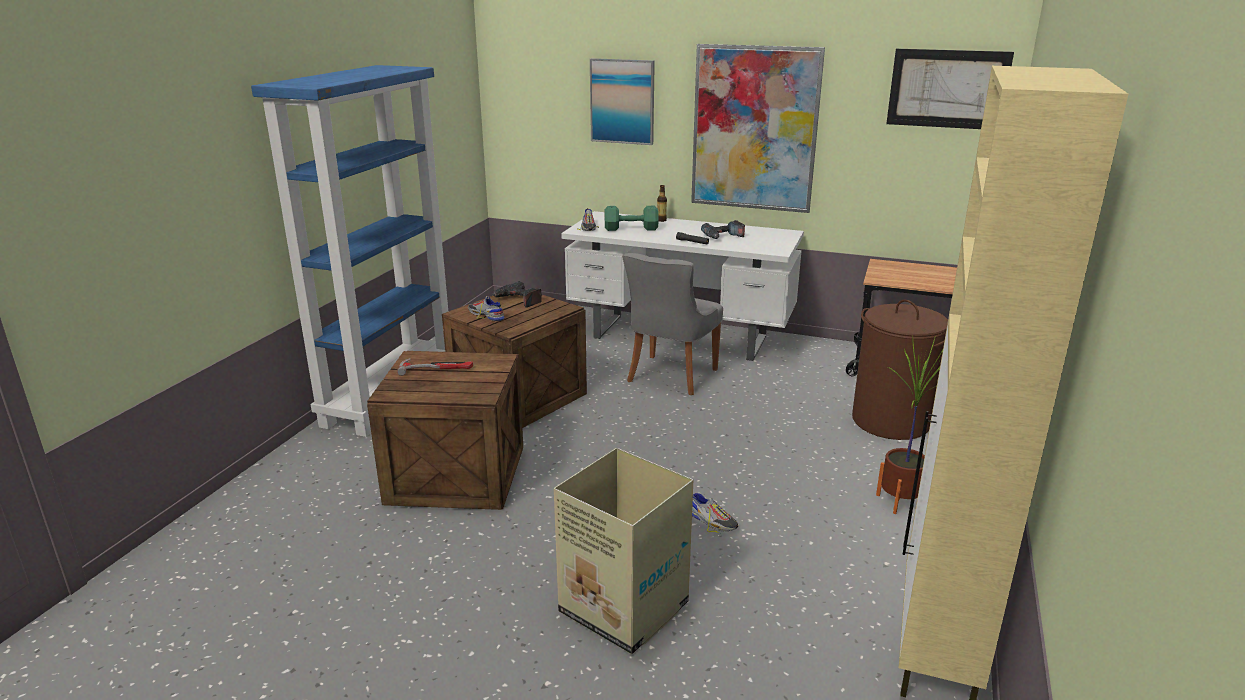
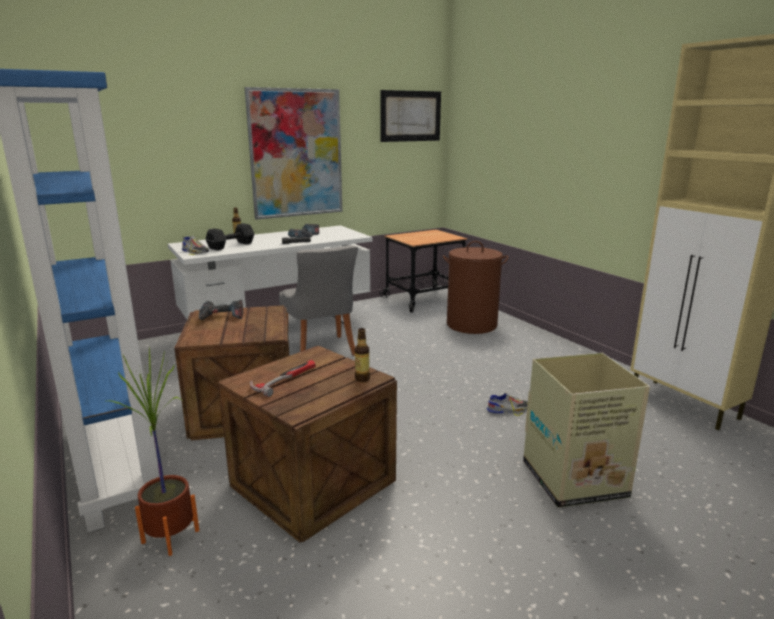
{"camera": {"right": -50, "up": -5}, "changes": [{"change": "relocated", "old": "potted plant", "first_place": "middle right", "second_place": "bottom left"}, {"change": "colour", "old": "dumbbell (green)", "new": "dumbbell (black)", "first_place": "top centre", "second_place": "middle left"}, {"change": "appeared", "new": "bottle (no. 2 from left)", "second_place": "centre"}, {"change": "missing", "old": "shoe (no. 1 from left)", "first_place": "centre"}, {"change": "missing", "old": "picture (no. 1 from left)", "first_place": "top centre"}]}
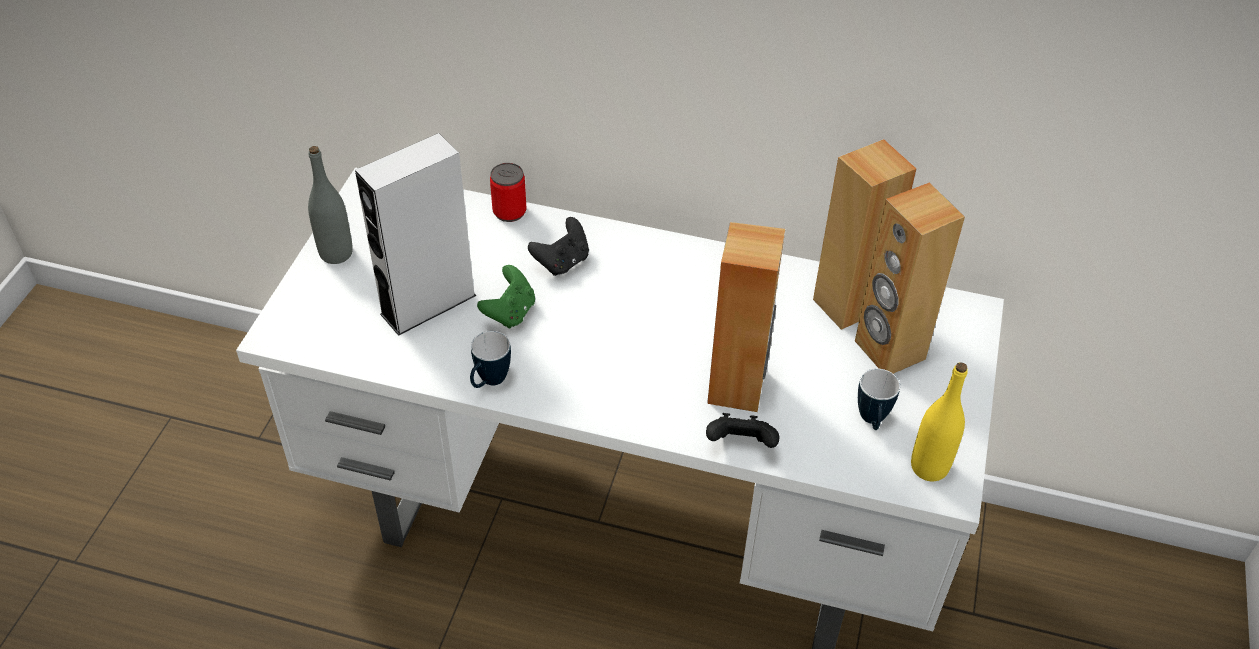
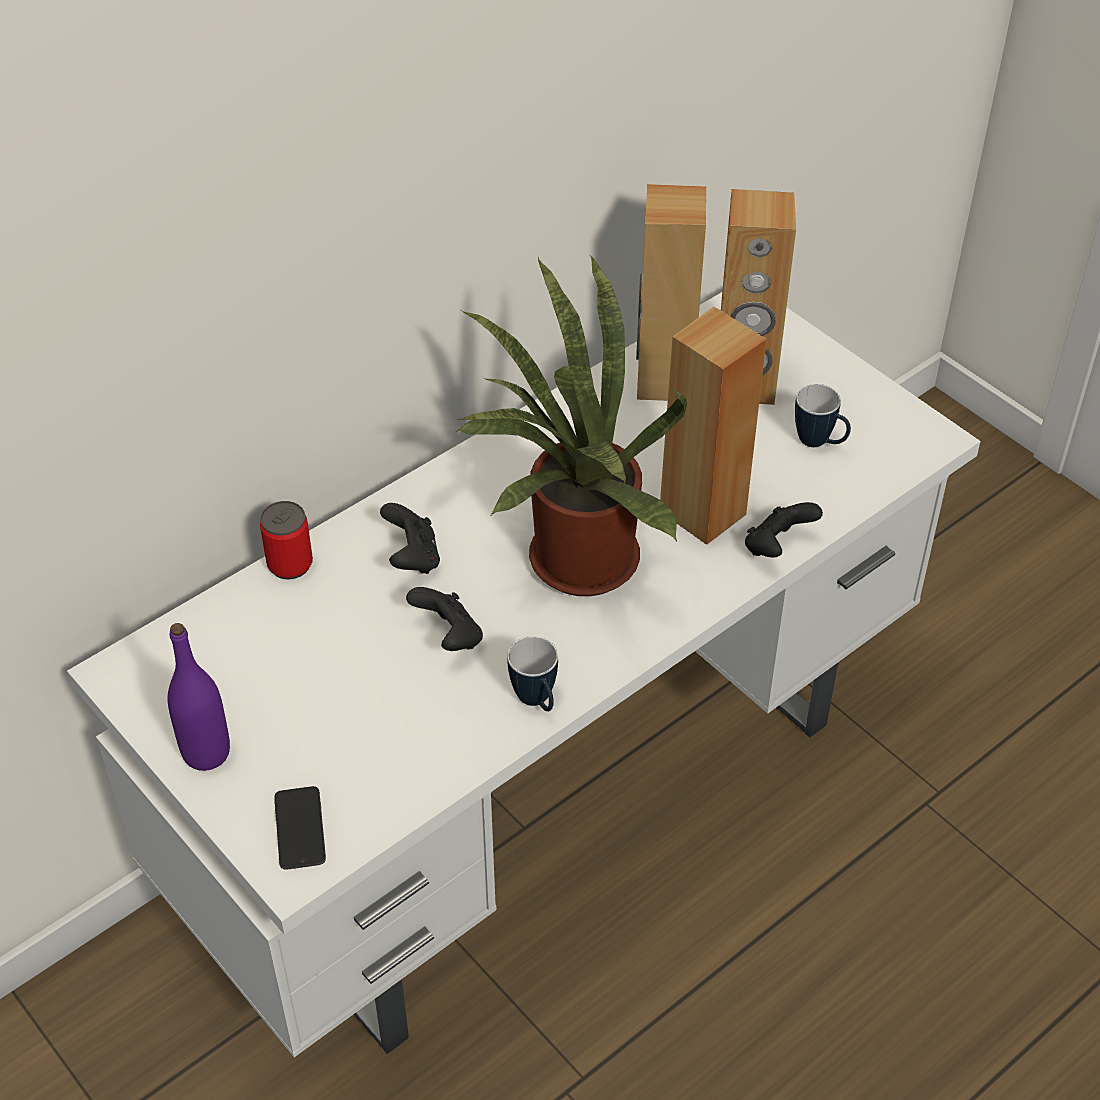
{"camera": {"right": -55, "up": 0}, "changes": [{"change": "colour", "old": "bottle (grey)", "new": "bottle (purple)", "first_place": "top left", "second_place": "middle left"}, {"change": "appeared", "new": "phone", "second_place": "bottom left"}, {"change": "colour", "old": "game controller (green)", "new": "game controller (black) (no. 2 from left)", "first_place": "centre", "second_place": "centre"}, {"change": "appeared", "new": "potted plant", "second_place": "centre"}, {"change": "missing", "old": "speaker (grey)", "first_place": "middle left"}, {"change": "missing", "old": "bottle (yellow)", "first_place": "middle right"}]}
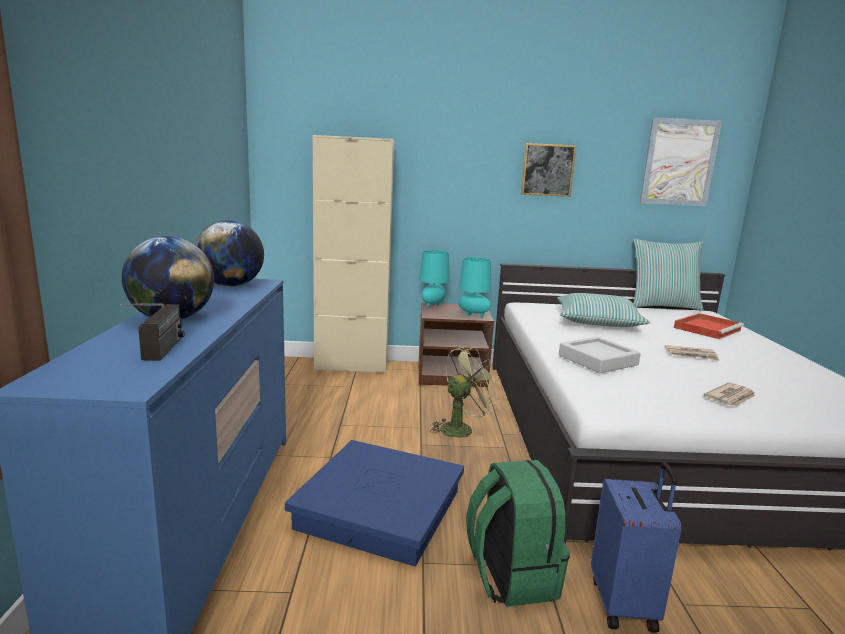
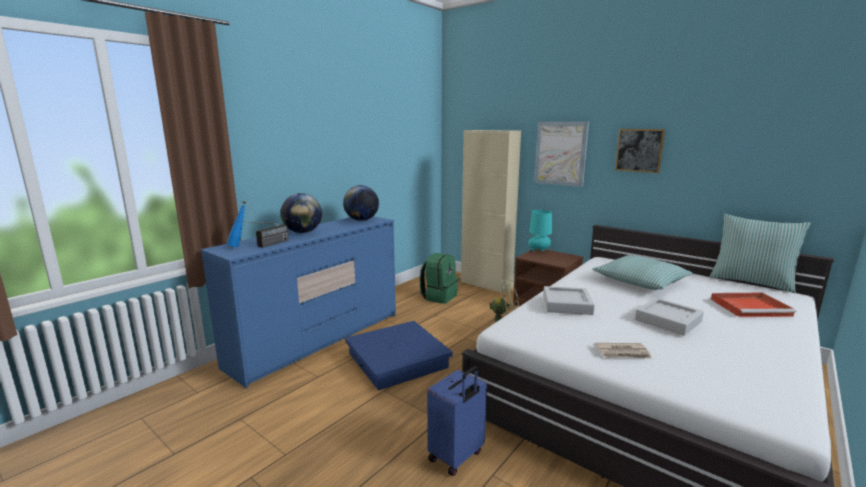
{"camera": {"right": 40, "up": 0}, "changes": [{"change": "appeared", "new": "bottle (blue)", "second_place": "middle left"}, {"change": "relocated", "old": "backpack (green)", "first_place": "bottom centre", "second_place": "centre"}, {"change": "relocated", "old": "picture (no. 2 from left in the first image)", "new": "picture (no. 1 from left)", "first_place": "top right", "second_place": "top centre"}, {"change": "exchanged", "old": "newspaper (no. 1 from left)", "new": "tray (grey) (no. 2 from left)", "first_place": "middle right", "second_place": "middle right"}, {"change": "missing", "old": "table lamp (turquoise) (no. 2 from left)", "first_place": "centre"}]}
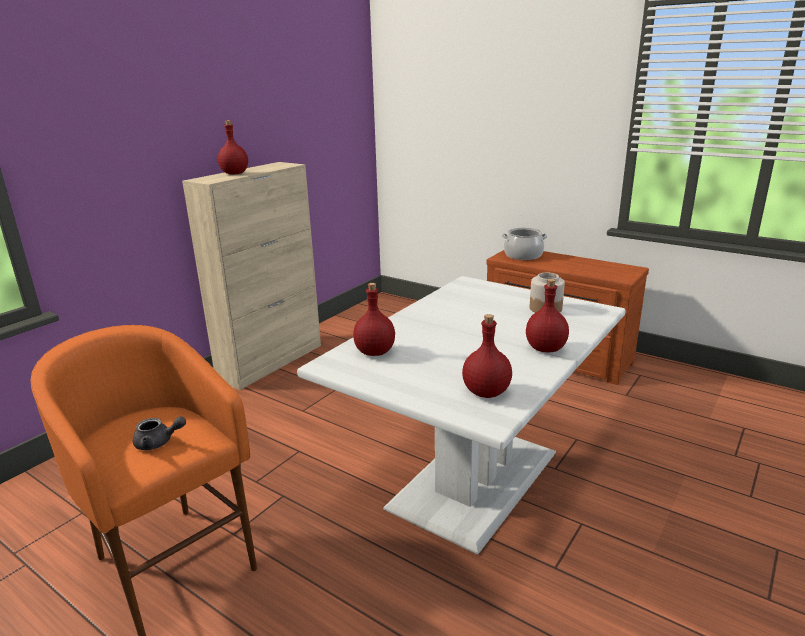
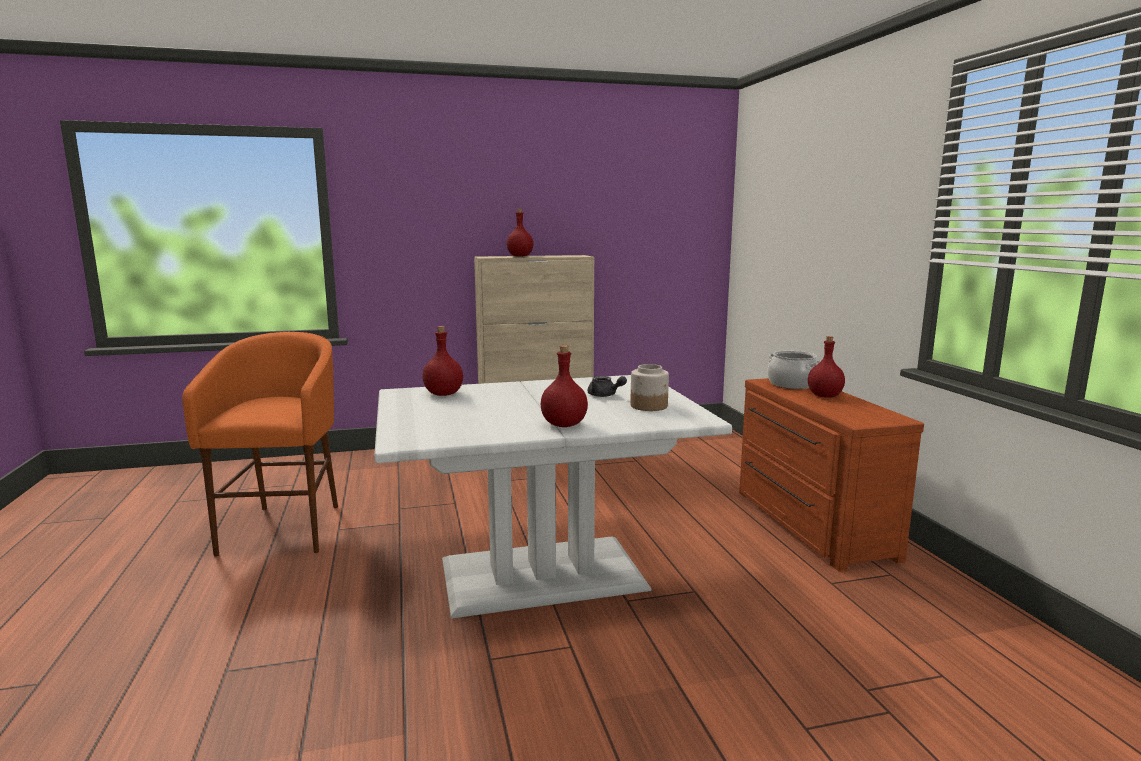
{"camera": {"right": 40, "up": -10}, "changes": [{"change": "relocated", "old": "teapot (grey)", "first_place": "bottom left", "second_place": "centre"}, {"change": "relocated", "old": "bottle (red) (no. 3 from left in the first image)", "new": "bottle (red) (no. 4 from left)", "first_place": "centre", "second_place": "middle right"}]}
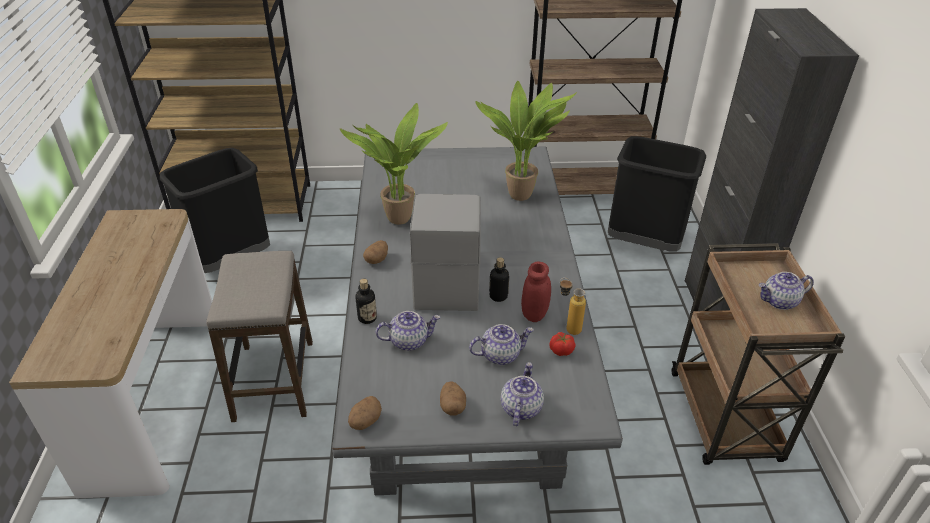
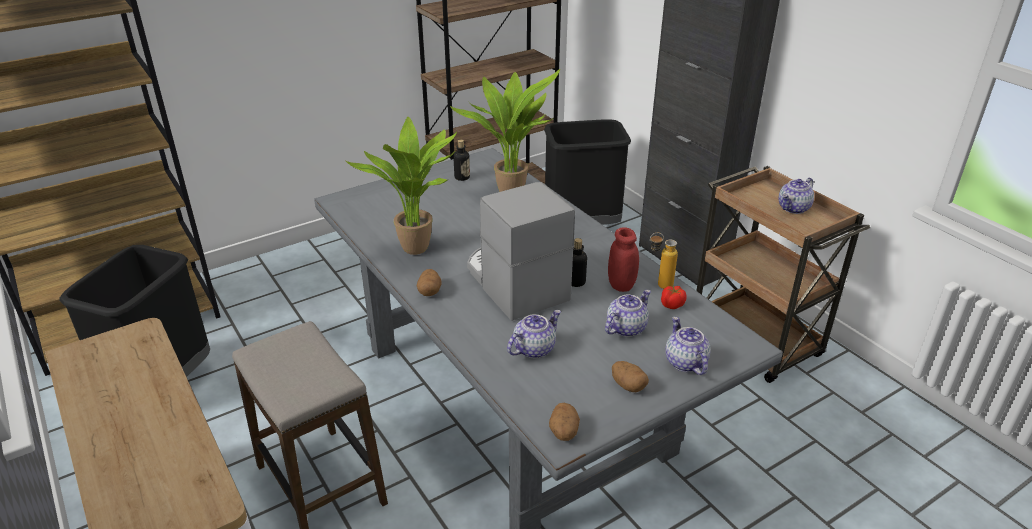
{"camera": {"right": -30, "up": -5}, "changes": [{"change": "relocated", "old": "bottle (no. 1 from left)", "first_place": "centre", "second_place": "top centre"}]}
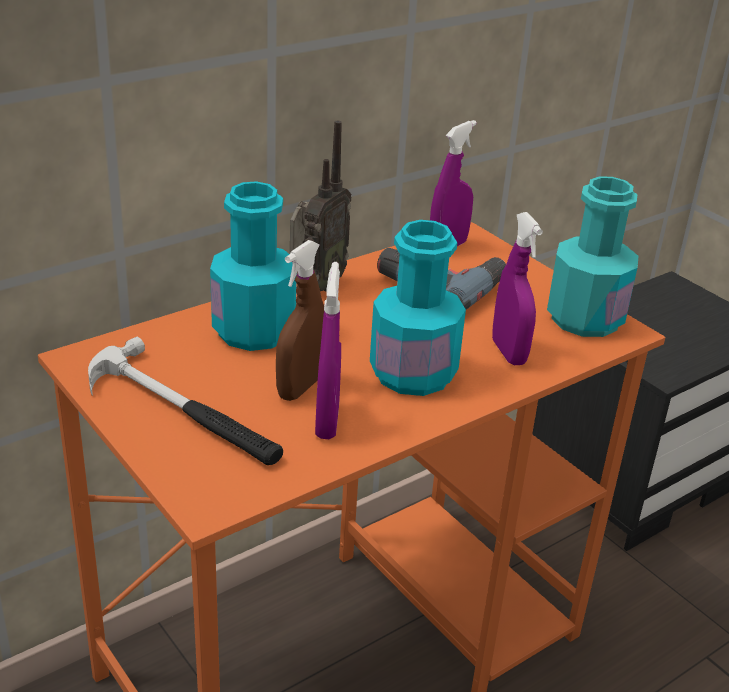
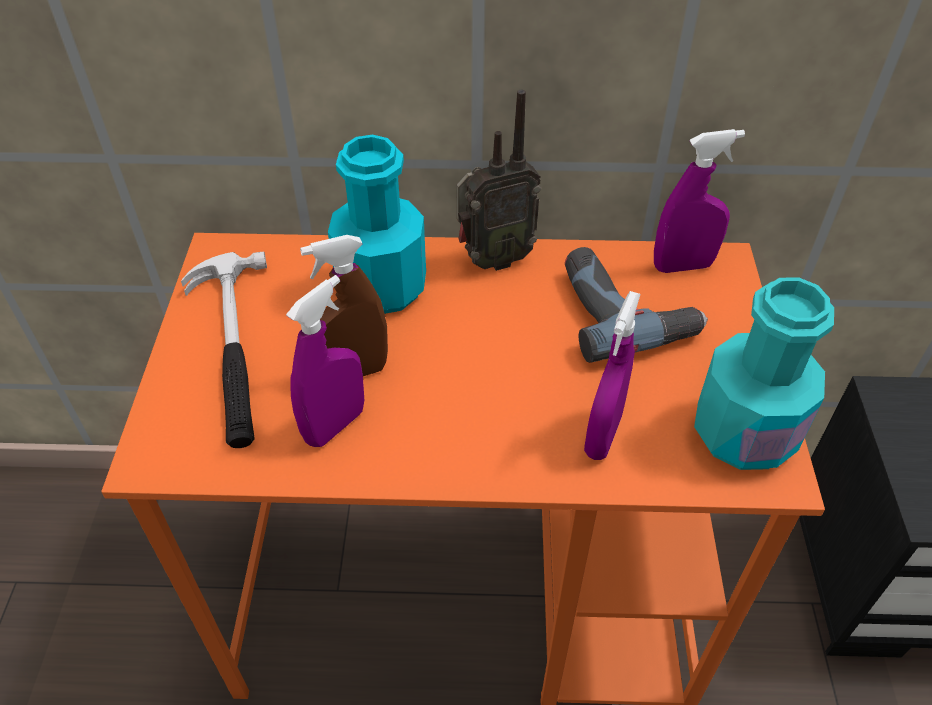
{"camera": {"right": 40, "up": 15}, "changes": [{"change": "missing", "old": "bottle (turquoise) (no. 2 from left)", "first_place": "centre"}]}
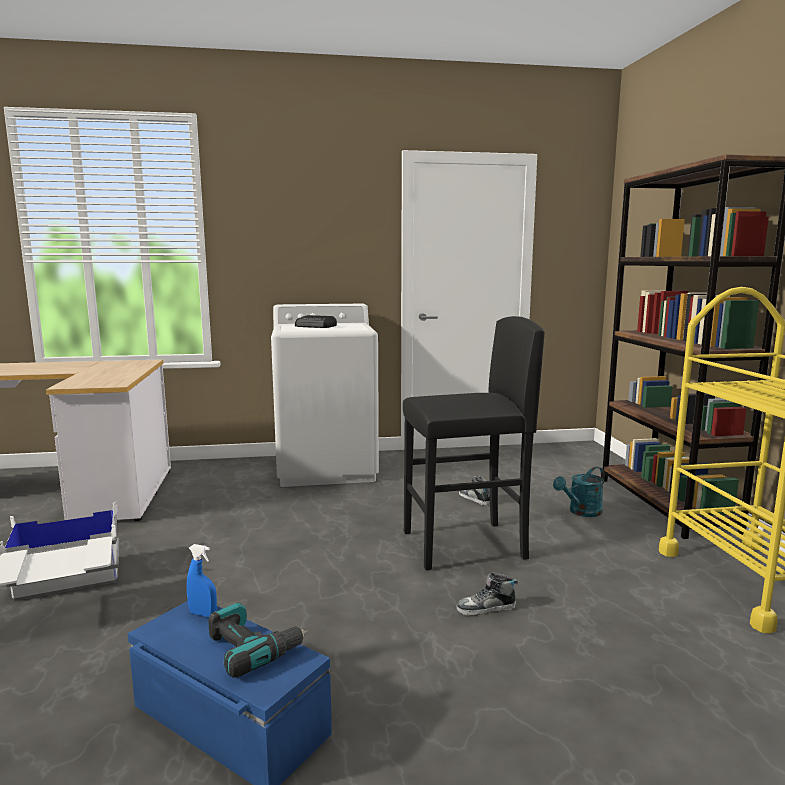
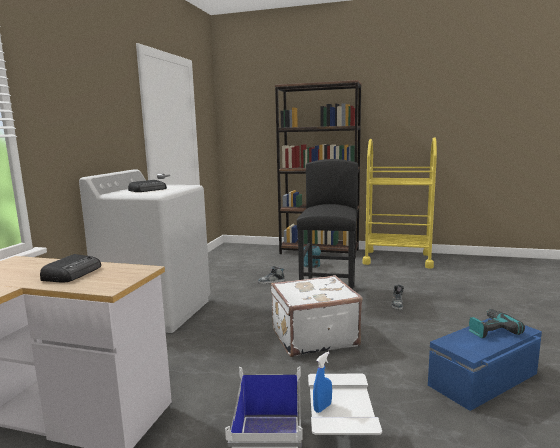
{"camera": {"right": -65, "up": 0}, "changes": [{"change": "appeared", "new": "radio (no. 1 from left)", "second_place": "middle left"}, {"change": "appeared", "new": "suitcase (white)", "second_place": "bottom centre"}, {"change": "relocated", "old": "spray bottle (blue)", "first_place": "bottom left", "second_place": "bottom centre"}]}
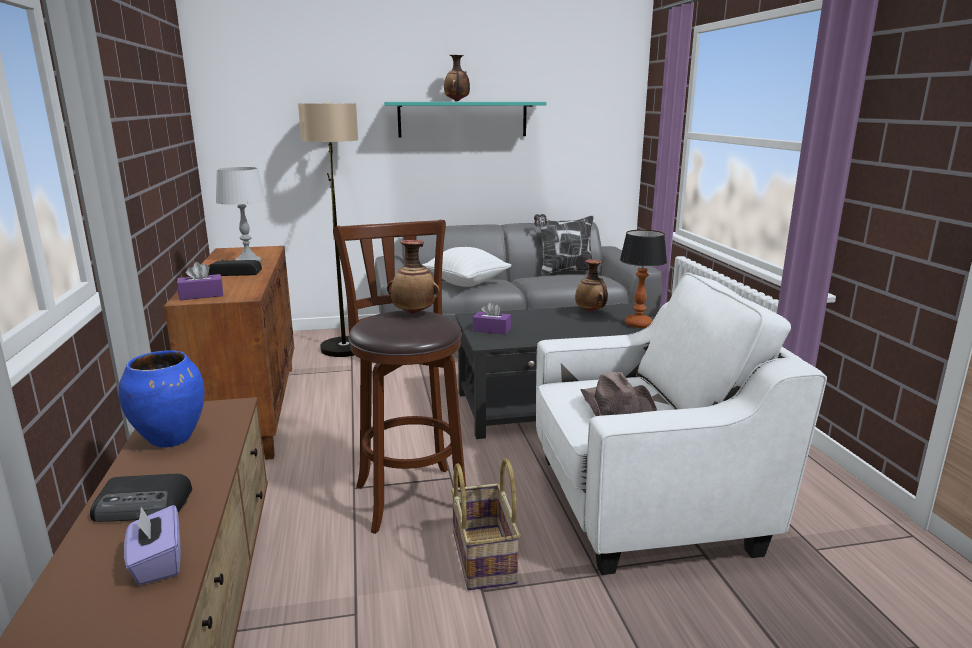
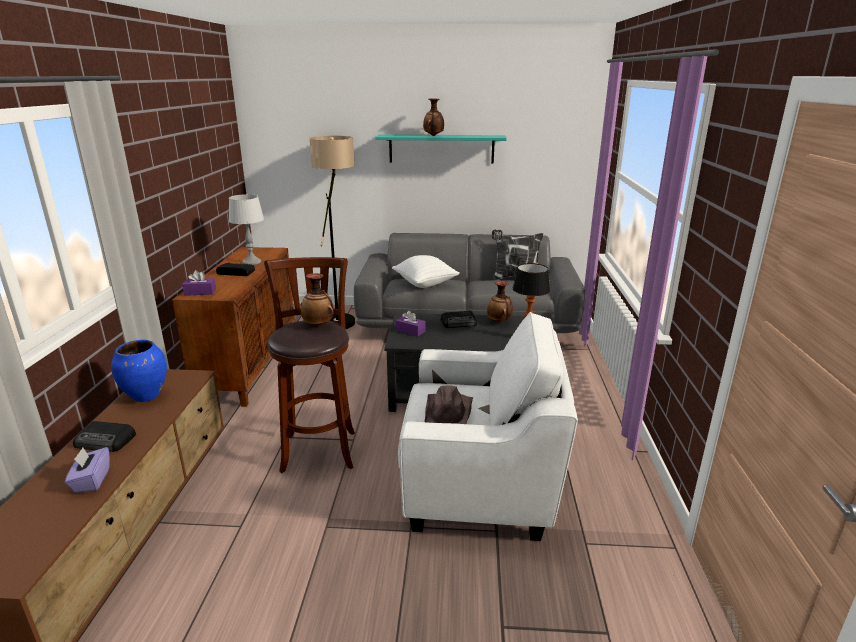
{"camera": {"right": 15, "up": 5}, "changes": [{"change": "appeared", "new": "radio (no. 3 from left)", "second_place": "centre"}, {"change": "missing", "old": "basket", "first_place": "bottom centre"}]}
